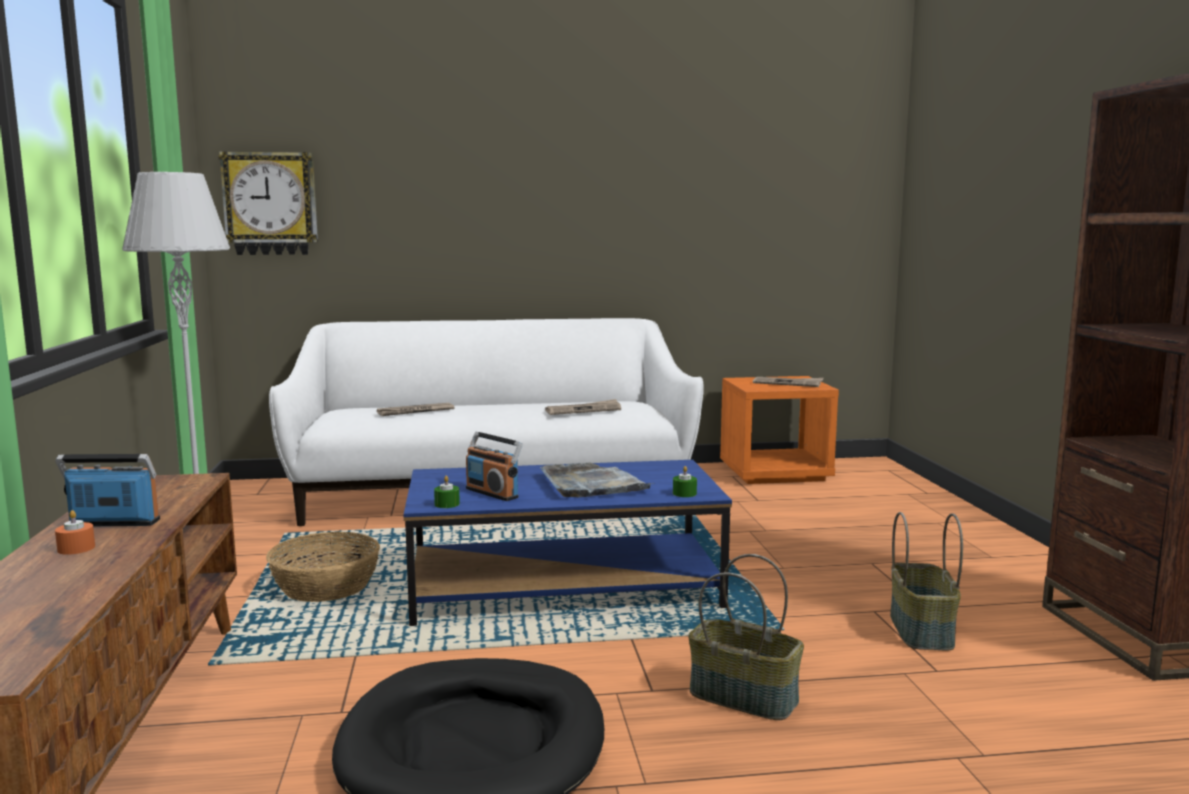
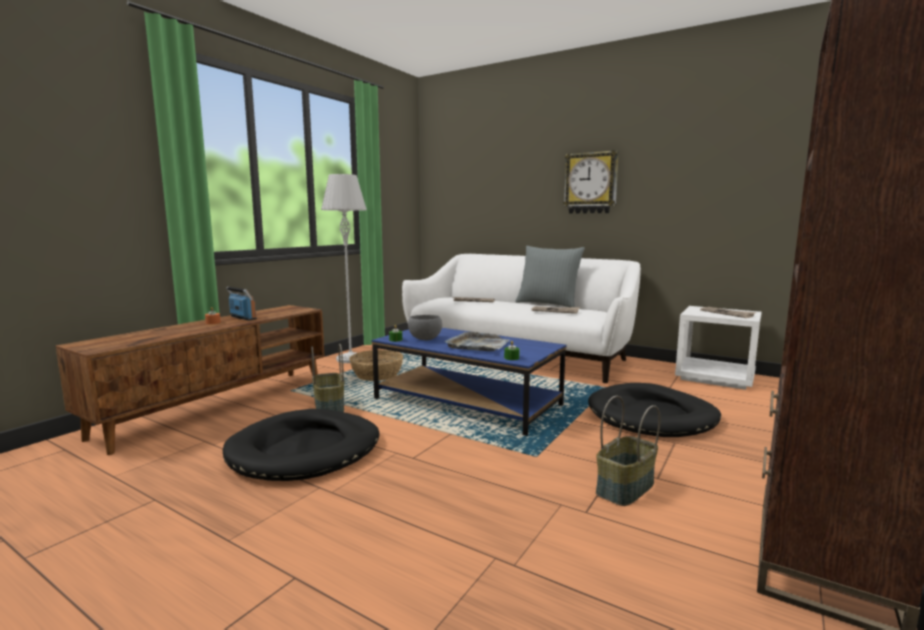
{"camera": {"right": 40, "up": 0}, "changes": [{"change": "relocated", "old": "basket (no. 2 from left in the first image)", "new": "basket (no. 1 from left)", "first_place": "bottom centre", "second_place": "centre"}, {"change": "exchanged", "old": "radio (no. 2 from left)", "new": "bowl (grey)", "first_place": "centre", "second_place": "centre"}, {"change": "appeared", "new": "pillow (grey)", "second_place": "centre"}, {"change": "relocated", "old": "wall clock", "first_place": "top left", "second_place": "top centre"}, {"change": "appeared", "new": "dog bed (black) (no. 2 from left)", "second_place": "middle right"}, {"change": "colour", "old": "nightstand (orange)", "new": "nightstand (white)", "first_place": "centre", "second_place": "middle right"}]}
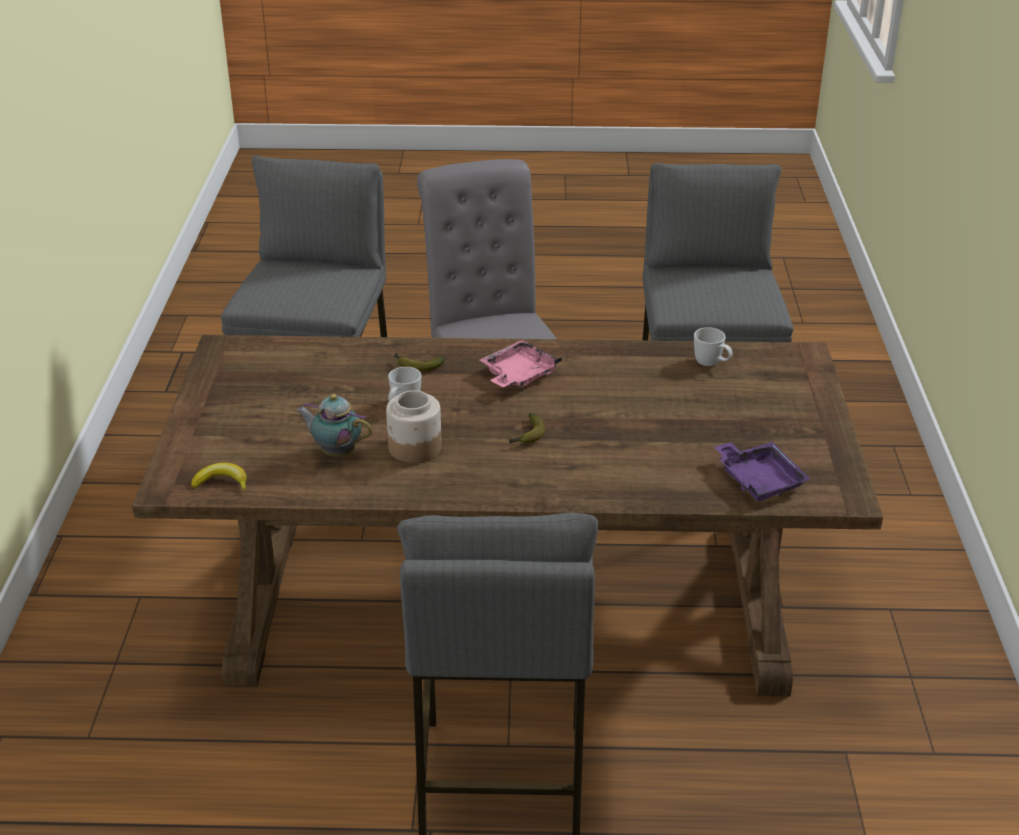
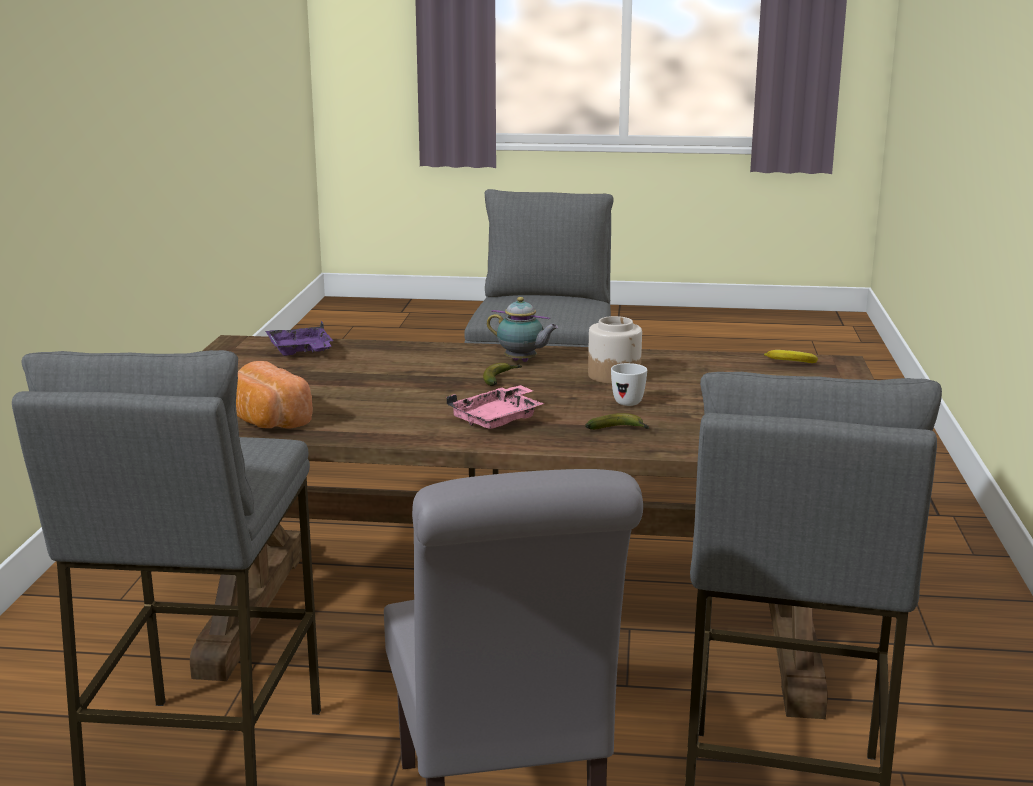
{"camera": {"right": -175, "up": -15}, "changes": [{"change": "exchanged", "old": "mug (white) (no. 2 from left)", "new": "bread", "first_place": "middle right", "second_place": "middle left"}, {"change": "relocated", "old": "teapot", "first_place": "middle left", "second_place": "centre"}]}
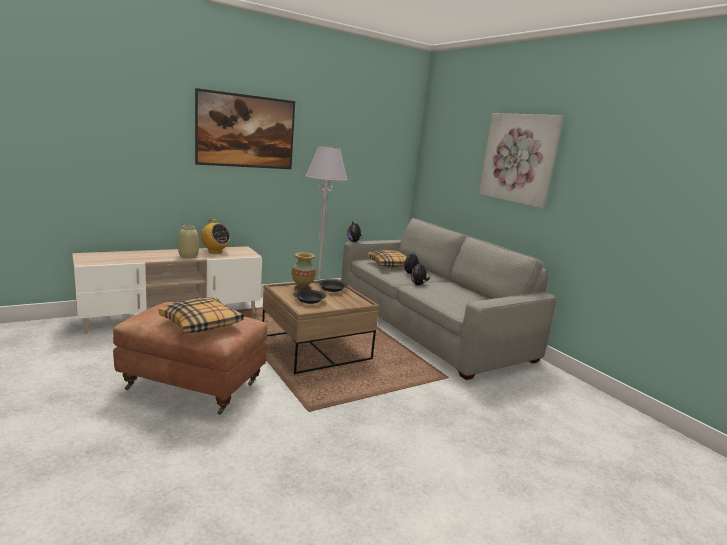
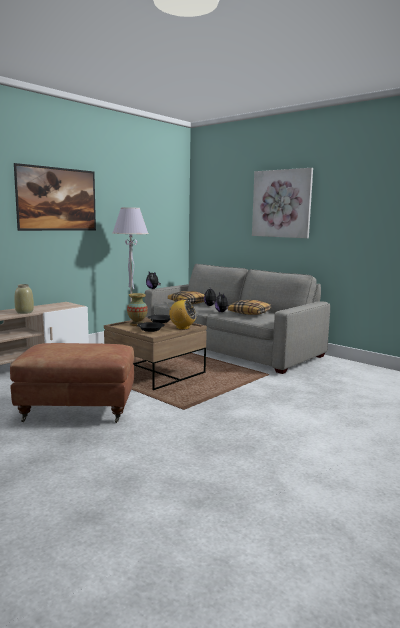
{"camera": {"right": -15, "up": -5}, "changes": [{"change": "relocated", "old": "radio", "first_place": "middle left", "second_place": "centre"}, {"change": "relocated", "old": "pillow (no. 1 from left in the first image)", "new": "pillow (no. 2 from left)", "first_place": "middle left", "second_place": "centre"}]}
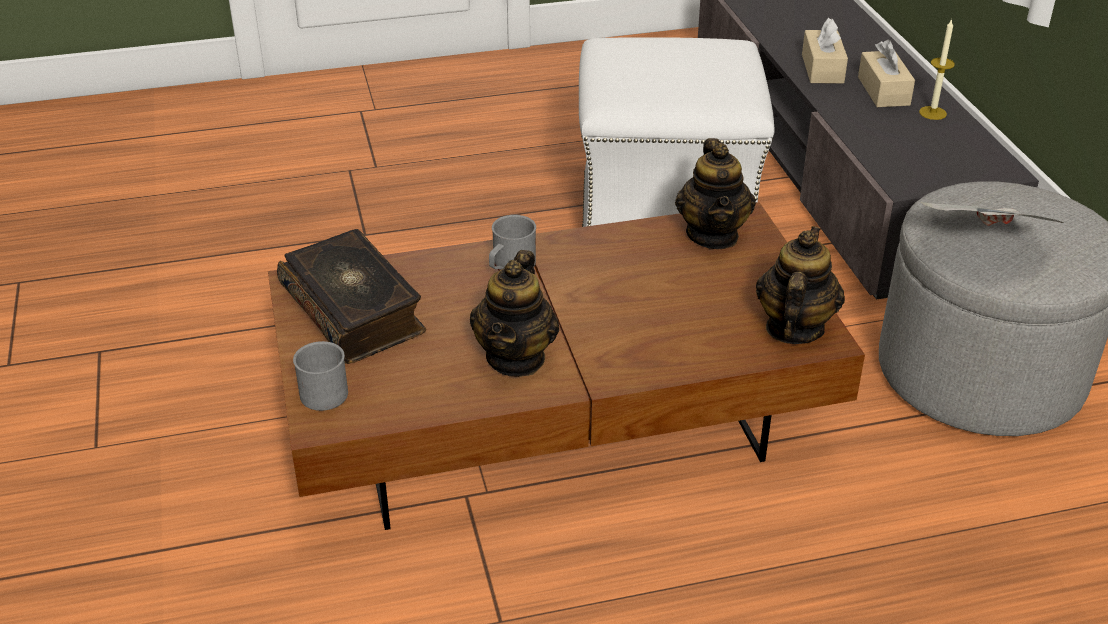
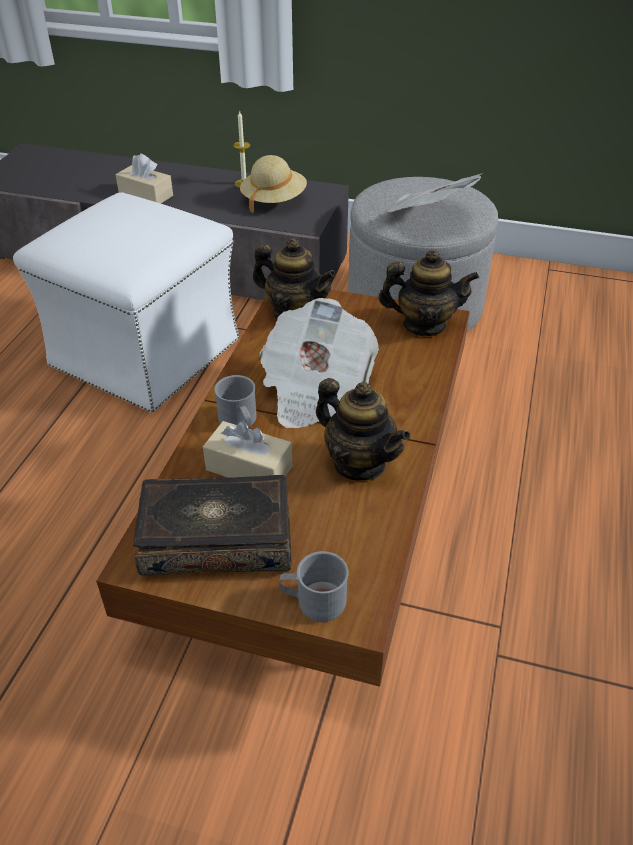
{"camera": {"right": -60, "up": 5}, "changes": [{"change": "relocated", "old": "tissue box (beige) (no. 2 from left)", "first_place": "top right", "second_place": "centre"}, {"change": "appeared", "new": "hat (beige)", "second_place": "top centre"}, {"change": "appeared", "new": "newspaper (no. 1 from left)", "second_place": "centre"}, {"change": "spun", "old": "teapot (no. 3 from left)", "first_place": "middle right", "second_place": "middle right", "degrees": 135}]}
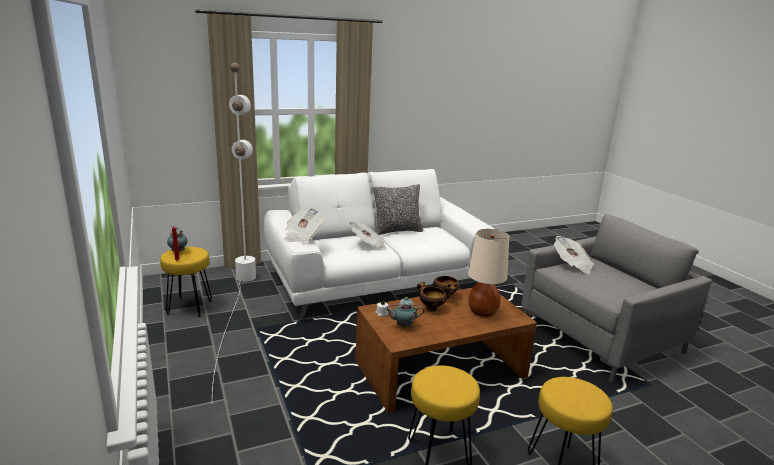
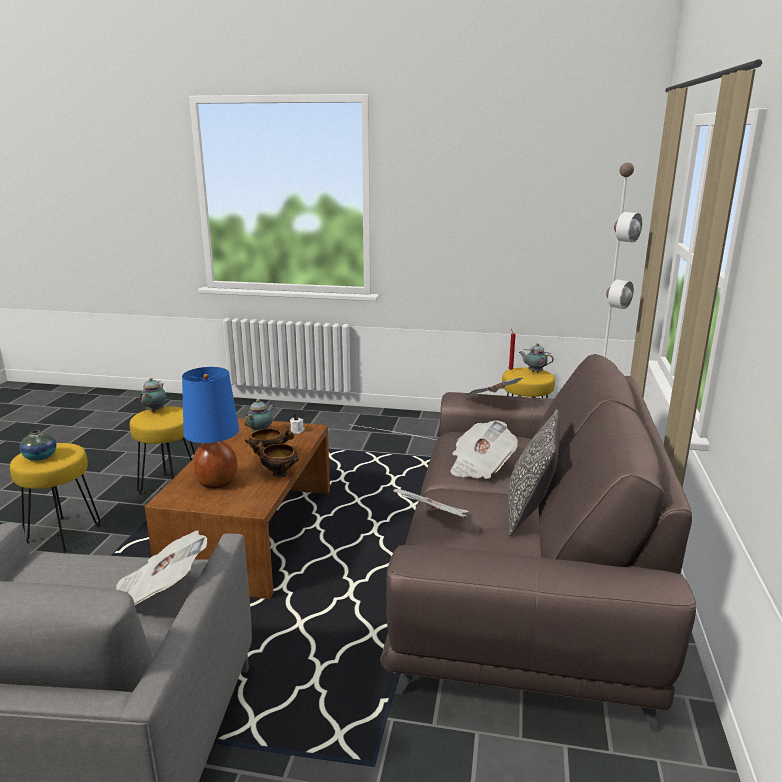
{"camera": {"right": 125, "up": 0}, "changes": [{"change": "appeared", "new": "vase", "second_place": "middle left"}, {"change": "appeared", "new": "teapot (no. 1 from left)", "second_place": "middle left"}, {"change": "colour", "old": "table lamp (beige)", "new": "table lamp (blue)", "first_place": "centre", "second_place": "middle left"}, {"change": "colour", "old": "sofa (white)", "new": "sofa (brown)", "first_place": "centre", "second_place": "bottom right"}, {"change": "appeared", "new": "newspaper (no. 2 from left)", "second_place": "centre"}]}
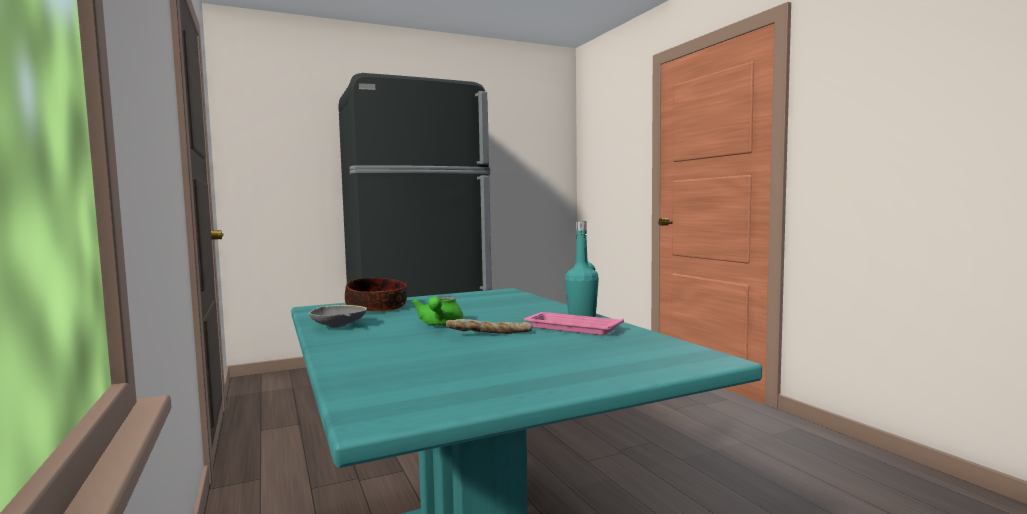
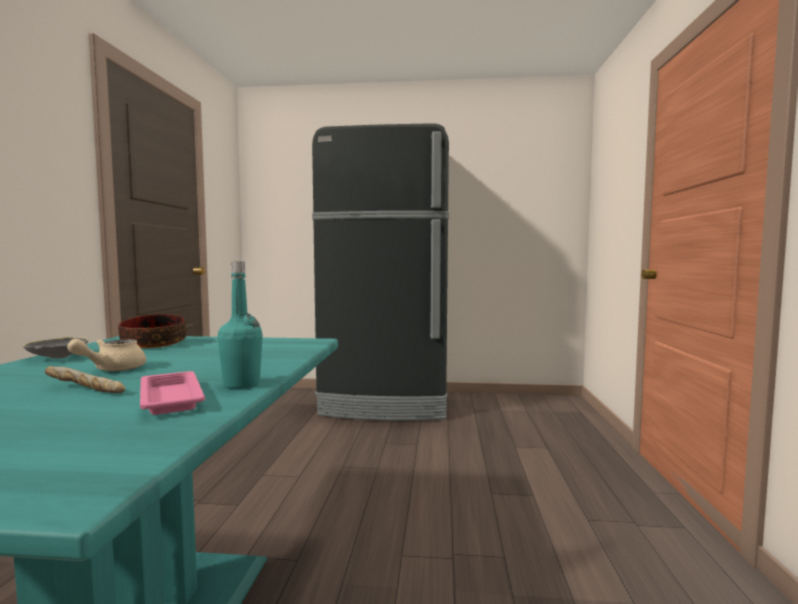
{"camera": {"right": 30, "up": 0}, "changes": [{"change": "colour", "old": "teapot (green)", "new": "teapot (beige)", "first_place": "centre", "second_place": "middle left"}]}
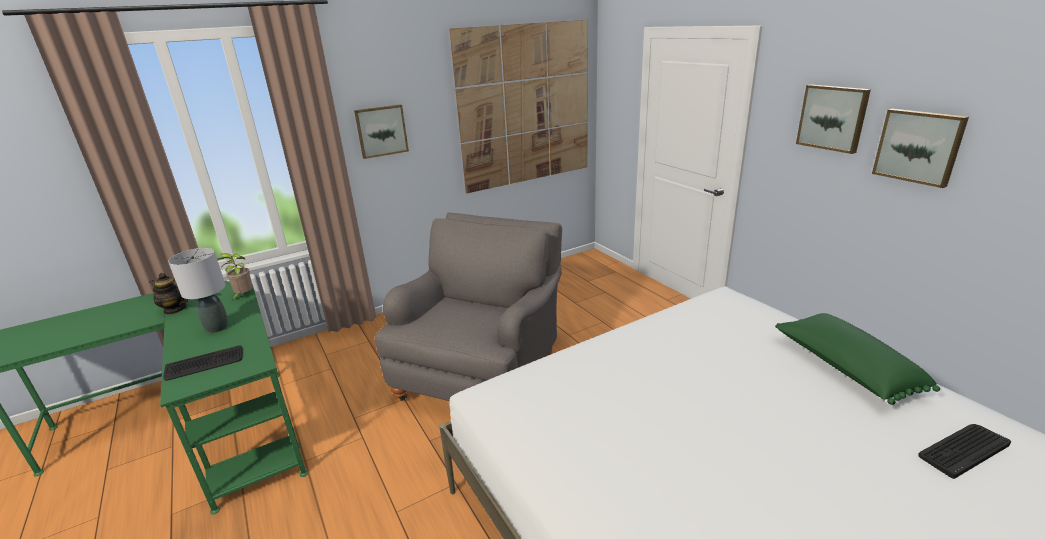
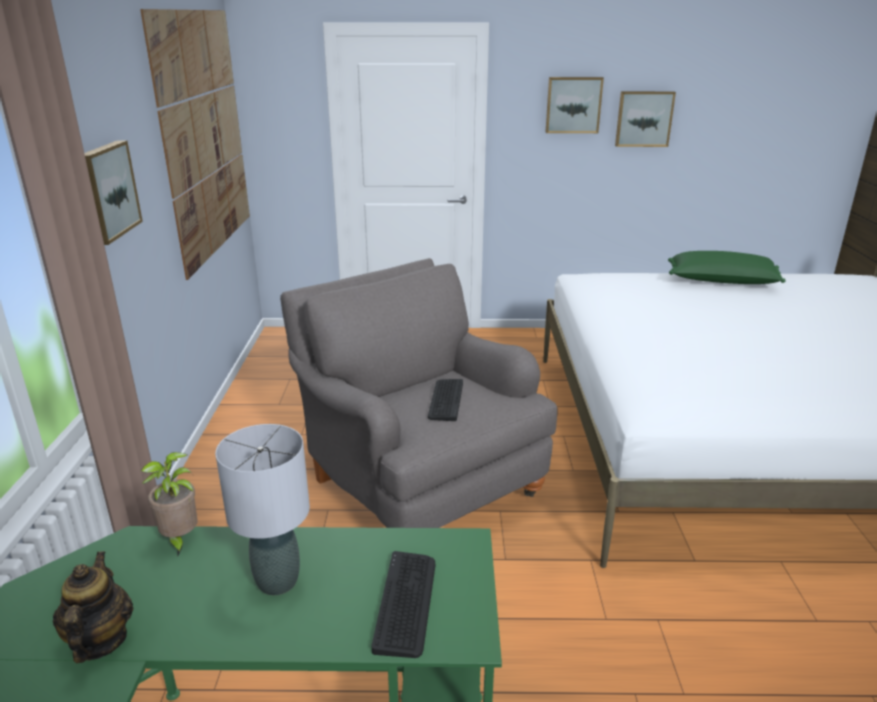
{"camera": {"right": -60, "up": 0}, "changes": [{"change": "spun", "old": "teapot", "first_place": "middle left", "second_place": "bottom left", "degrees": 120}, {"change": "relocated", "old": "keyboard (no. 2 from left)", "first_place": "bottom right", "second_place": "centre"}]}
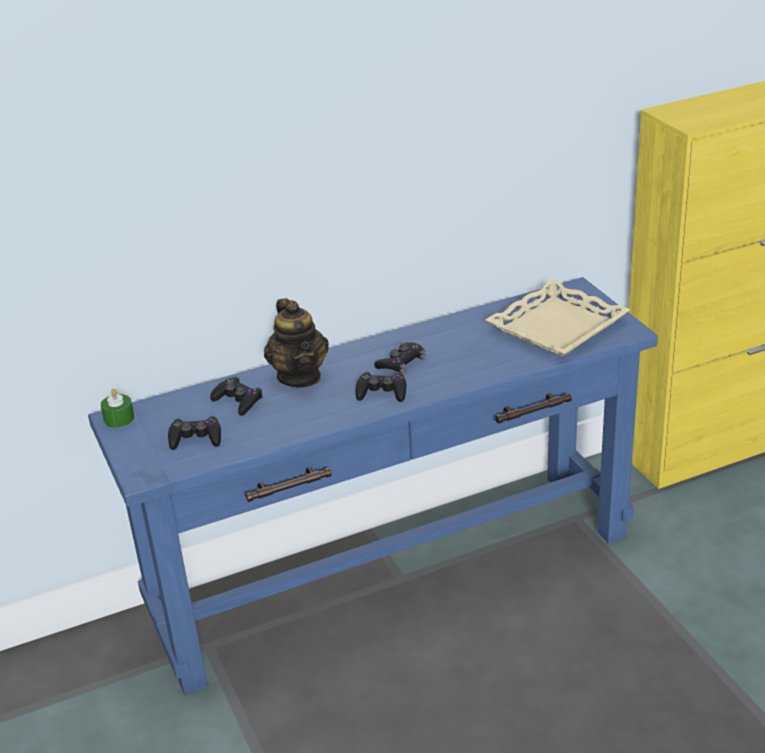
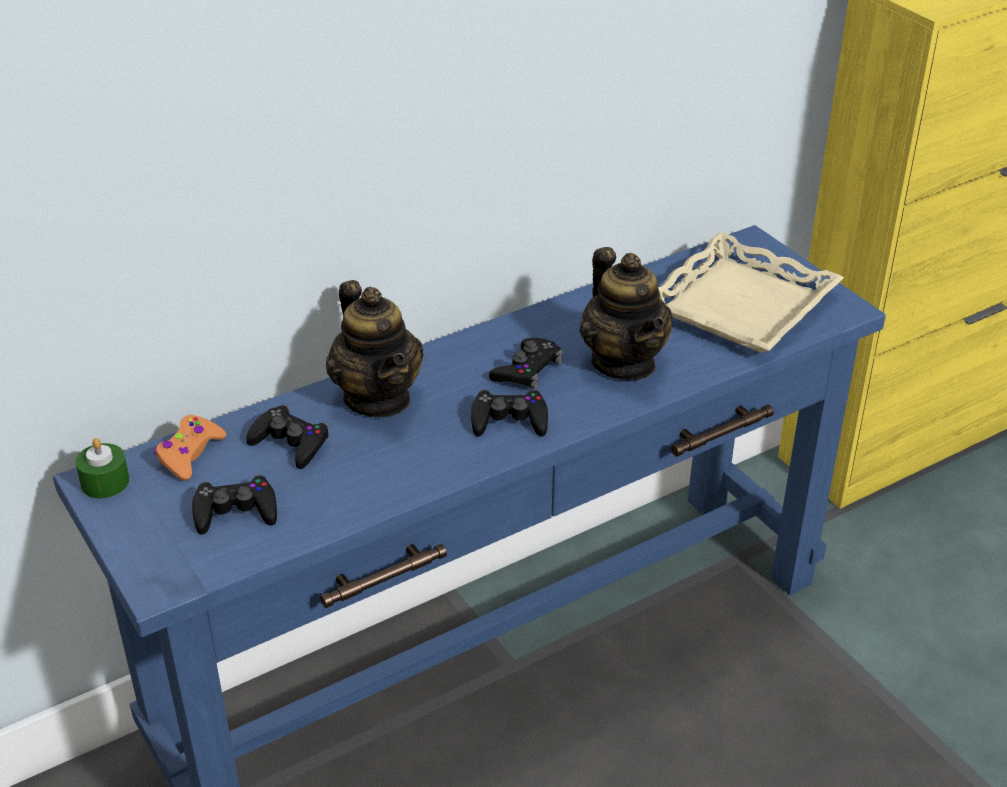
{"camera": {"right": -10, "up": 5}, "changes": [{"change": "appeared", "new": "game controller (orange)", "second_place": "middle left"}, {"change": "appeared", "new": "teapot (no. 2 from left)", "second_place": "centre"}]}
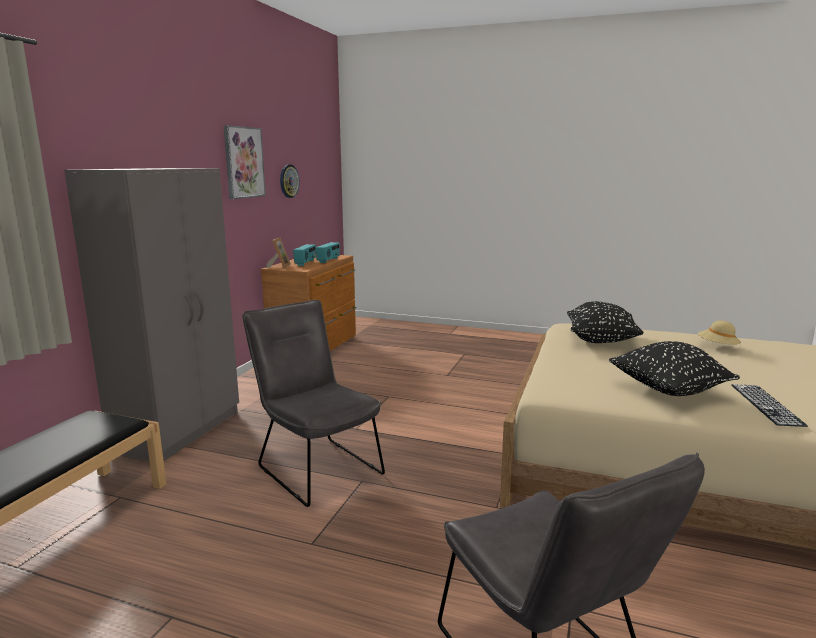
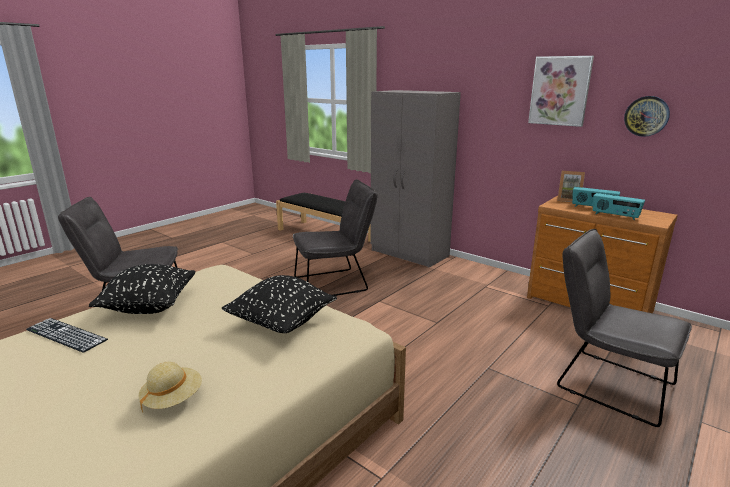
{"camera": {"right": 110, "up": 5}, "changes": [{"change": "appeared", "new": "chair (grey) (no. 3 from left)", "second_place": "bottom right"}]}
